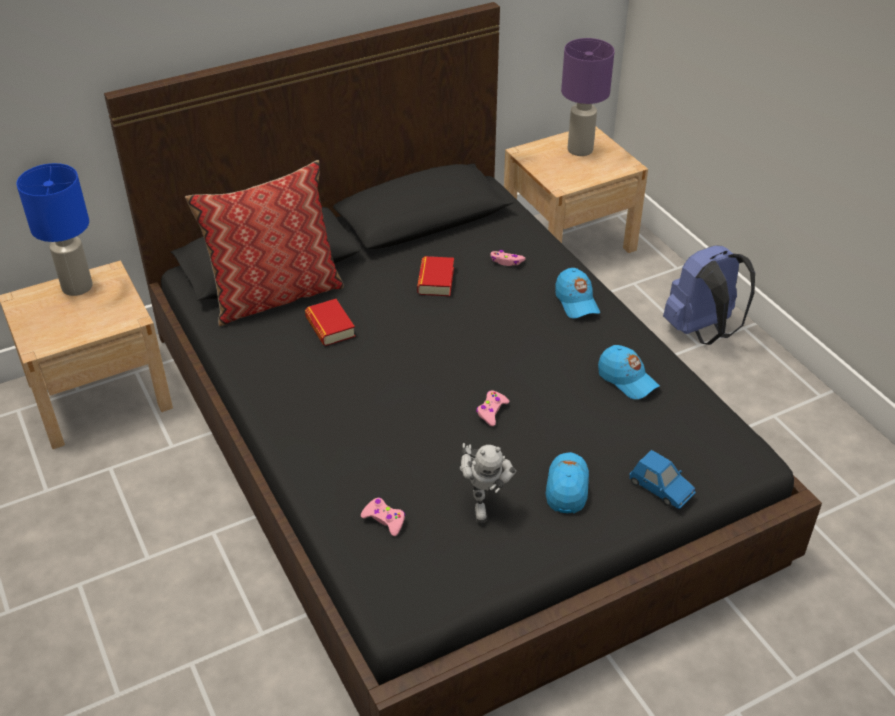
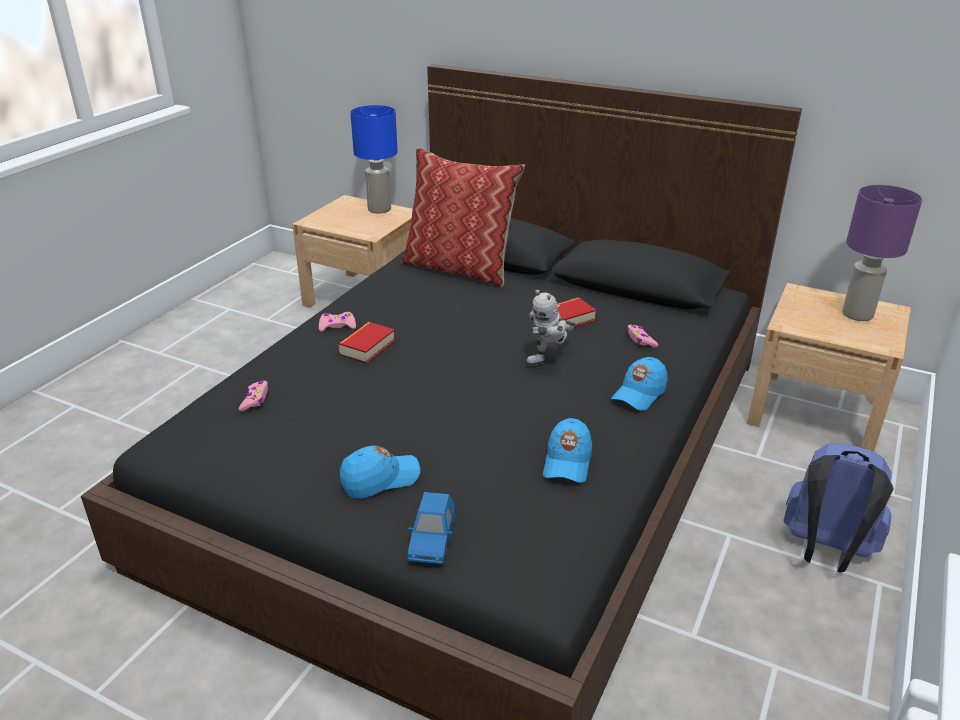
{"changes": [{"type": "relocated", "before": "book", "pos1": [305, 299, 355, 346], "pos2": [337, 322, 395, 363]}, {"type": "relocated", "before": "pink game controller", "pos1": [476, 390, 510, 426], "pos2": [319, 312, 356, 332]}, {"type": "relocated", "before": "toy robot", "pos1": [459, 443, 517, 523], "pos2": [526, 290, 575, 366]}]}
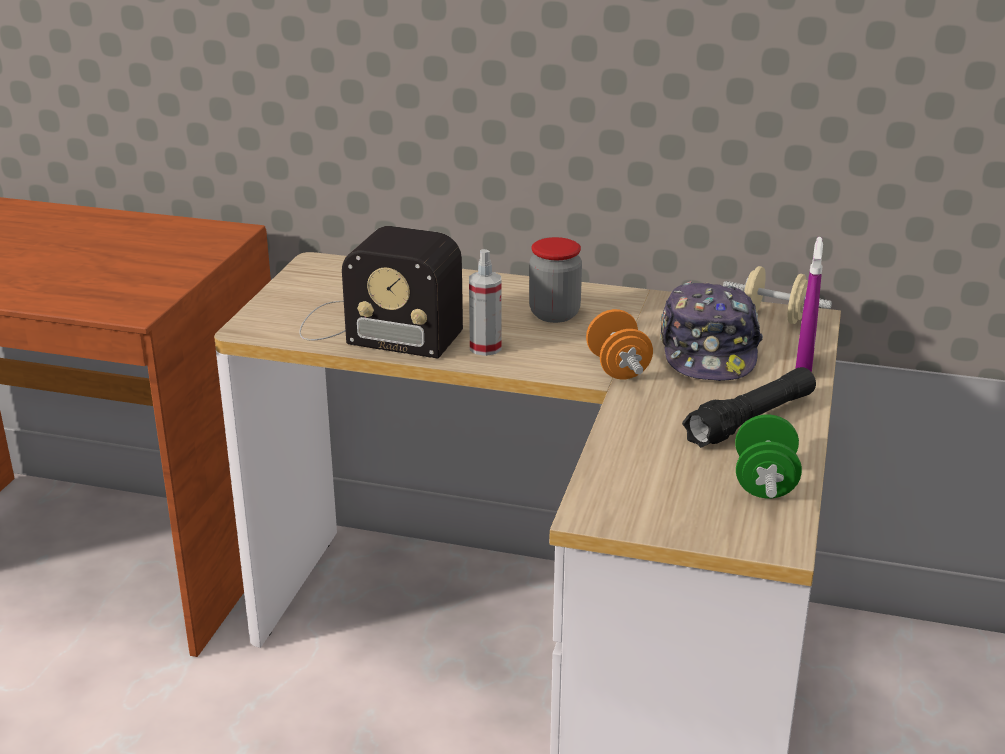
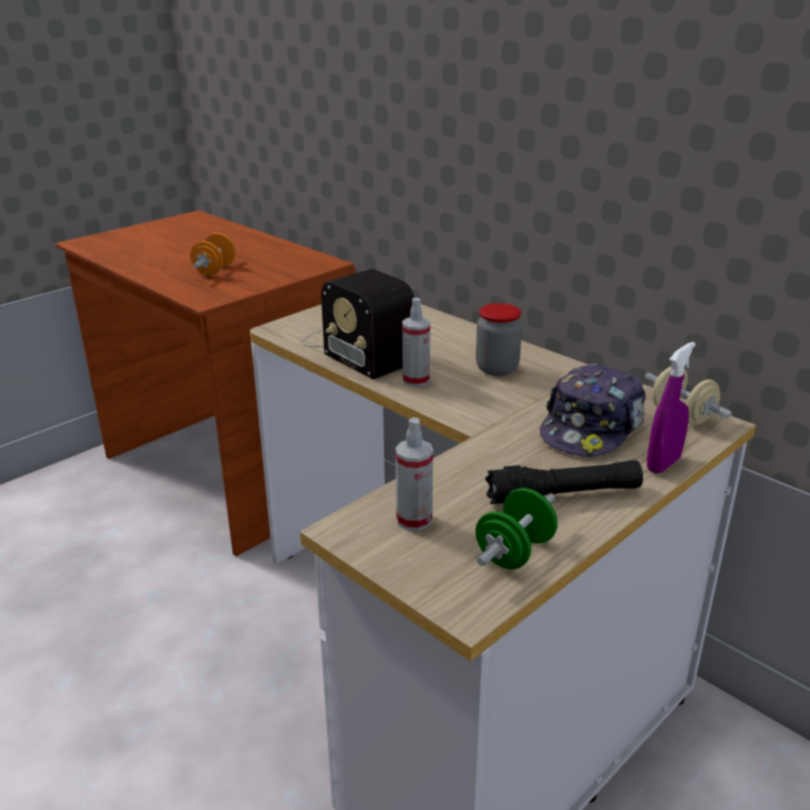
{"changes": [{"type": "relocated", "before": "orange dumbbell", "pos1": [586, 309, 653, 380], "pos2": [190, 233, 236, 276]}, {"type": "appeared", "after": "spray bottle", "pos2": [395, 417, 433, 531]}]}
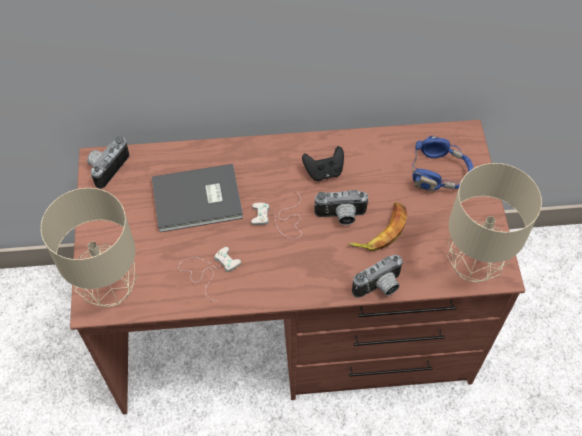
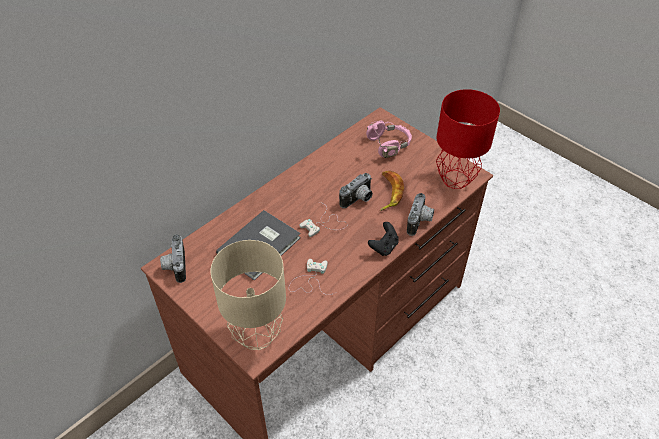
{"changes": [{"type": "colour", "before": "blue headphones", "after": "pink headphones", "pos1": [412, 136, 473, 192], "pos2": [366, 120, 412, 158]}, {"type": "relocated", "before": "black game controller", "pos1": [302, 146, 344, 181], "pos2": [368, 222, 399, 256]}, {"type": "colour", "before": "beige table lamp", "after": "red table lamp", "pos1": [447, 163, 542, 282], "pos2": [436, 89, 500, 189]}]}
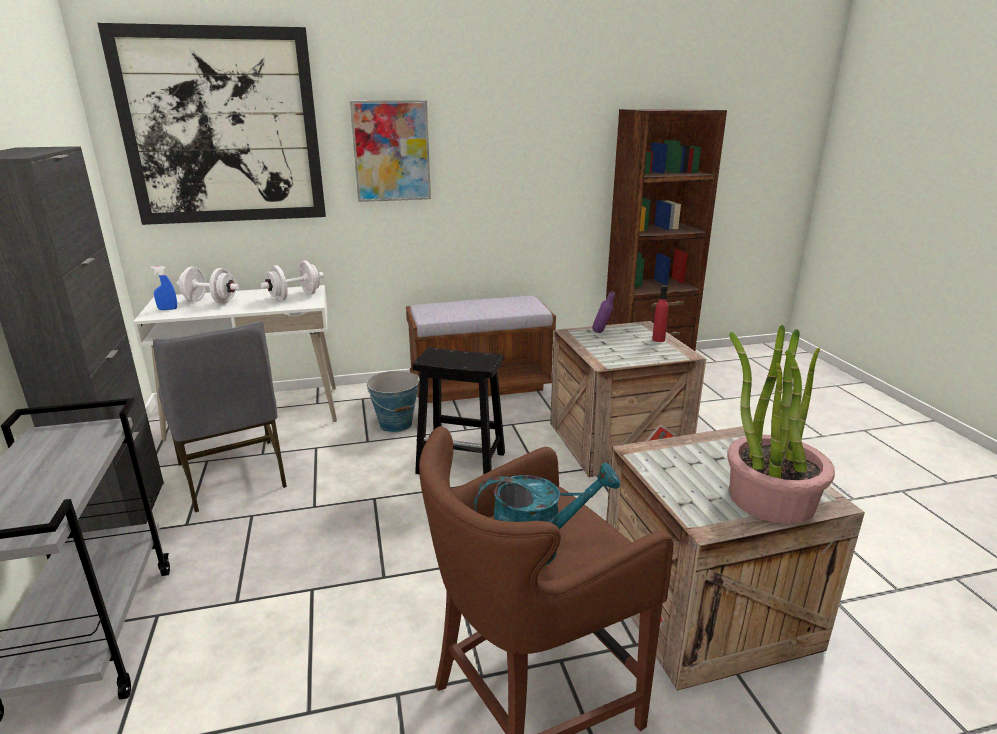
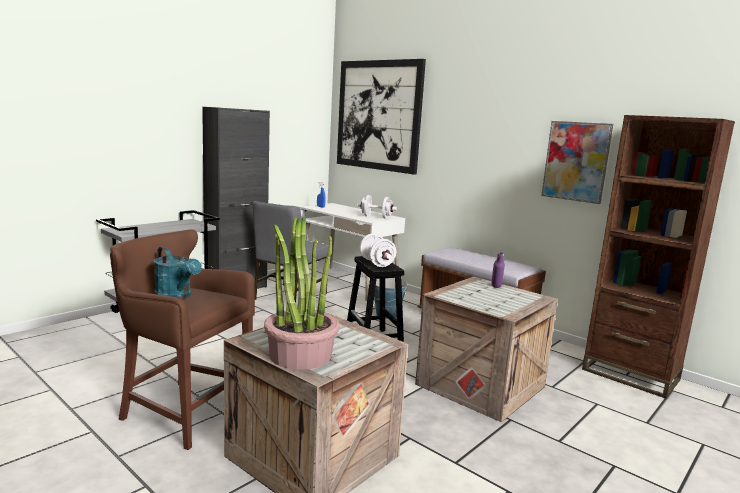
{"changes": [{"type": "relocated", "before": "picture", "pos1": [350, 100, 431, 202], "pos2": [541, 121, 613, 204]}, {"type": "relocated", "before": "white dumbbell", "pos1": [177, 267, 239, 304], "pos2": [360, 233, 396, 267]}, {"type": "missing", "before": "red bottle", "pos1": [652, 285, 668, 342]}]}
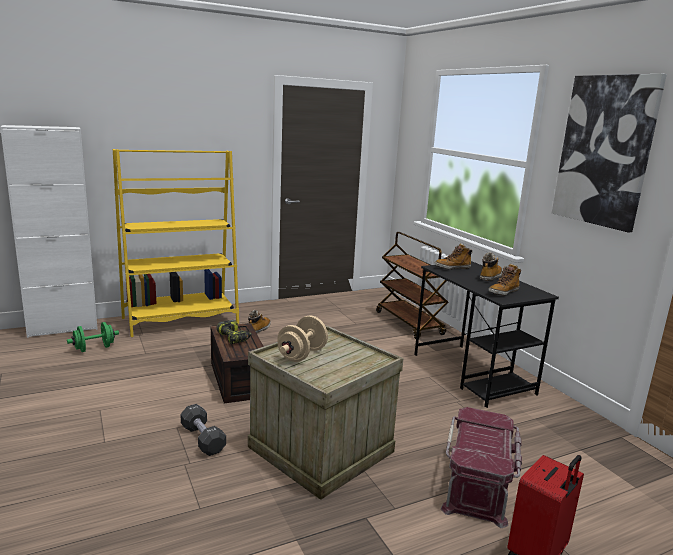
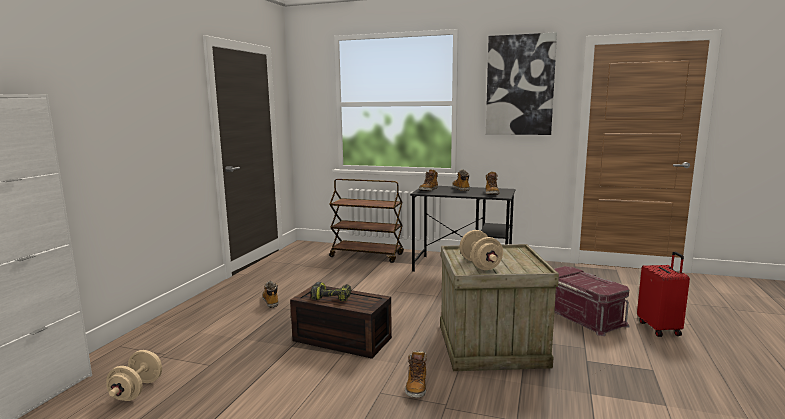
{"changes": [{"type": "missing", "before": "yellow bookcase", "pos1": [113, 149, 239, 337]}, {"type": "colour", "before": "green dumbbell", "after": "beige dumbbell", "pos1": [67, 322, 119, 352], "pos2": [106, 350, 162, 401]}, {"type": "exchanged", "before": "black dumbbell", "after": "boot", "pos1": [180, 404, 226, 456], "pos2": [405, 351, 427, 398]}]}
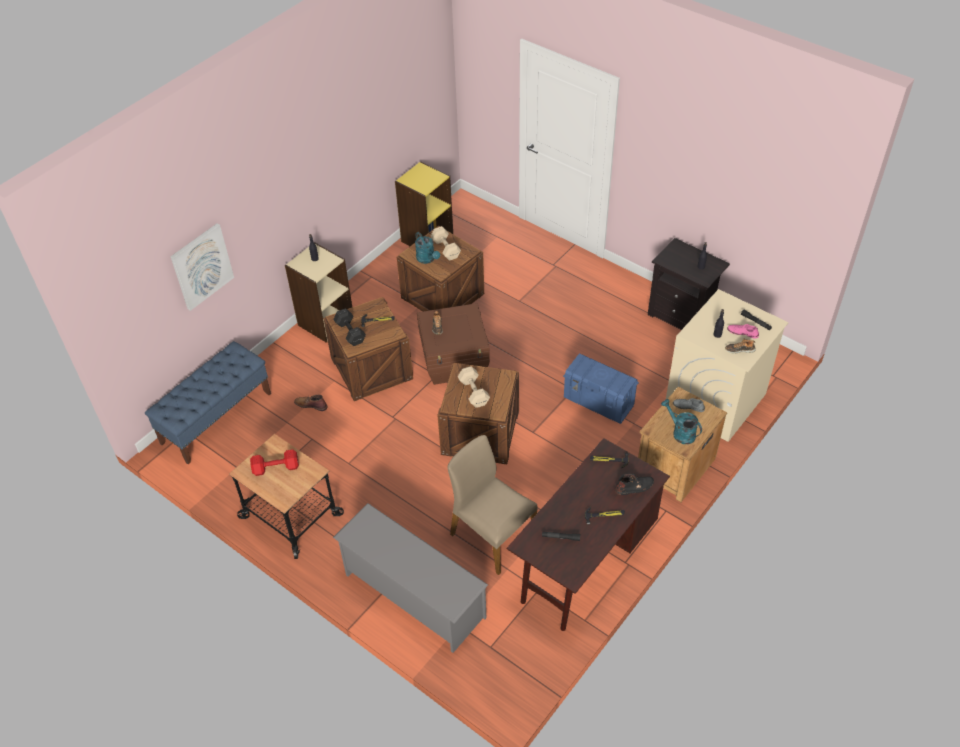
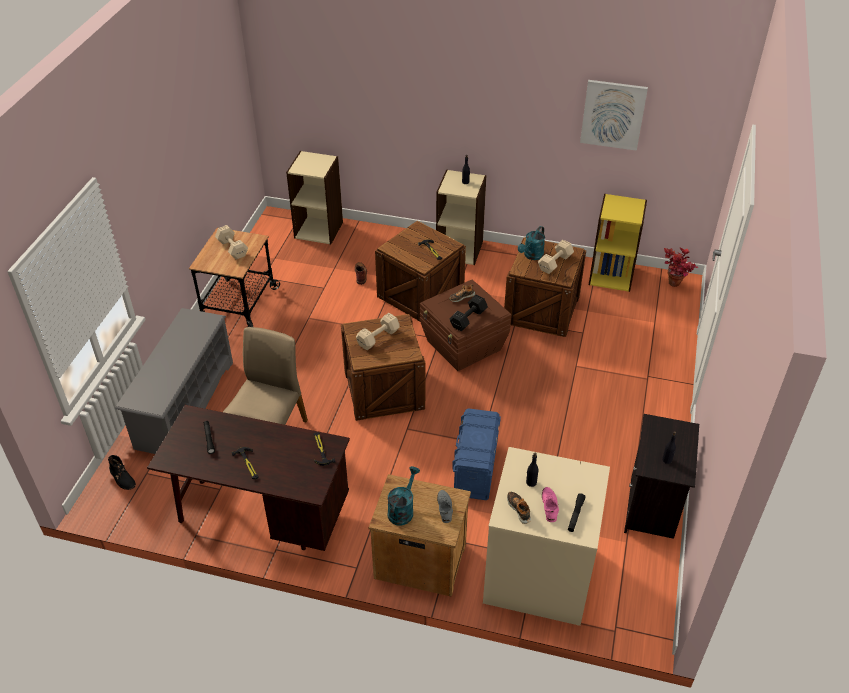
{"changes": [{"type": "relocated", "before": "picture", "pos1": [170, 223, 234, 311], "pos2": [580, 80, 648, 151]}, {"type": "relocated", "before": "black dumbbell", "pos1": [333, 308, 366, 346], "pos2": [450, 295, 488, 331]}, {"type": "exchanged", "before": "blue bench", "after": "beige bookcase", "pos1": [145, 341, 271, 465], "pos2": [286, 151, 343, 244]}, {"type": "colour", "before": "red dumbbell", "after": "beige dumbbell", "pos1": [250, 449, 299, 476], "pos2": [215, 225, 248, 260]}, {"type": "relocated", "before": "black boot", "pos1": [615, 474, 654, 495], "pos2": [108, 455, 136, 490]}, {"type": "appeared", "after": "potted plant", "pos2": [664, 248, 698, 287]}]}
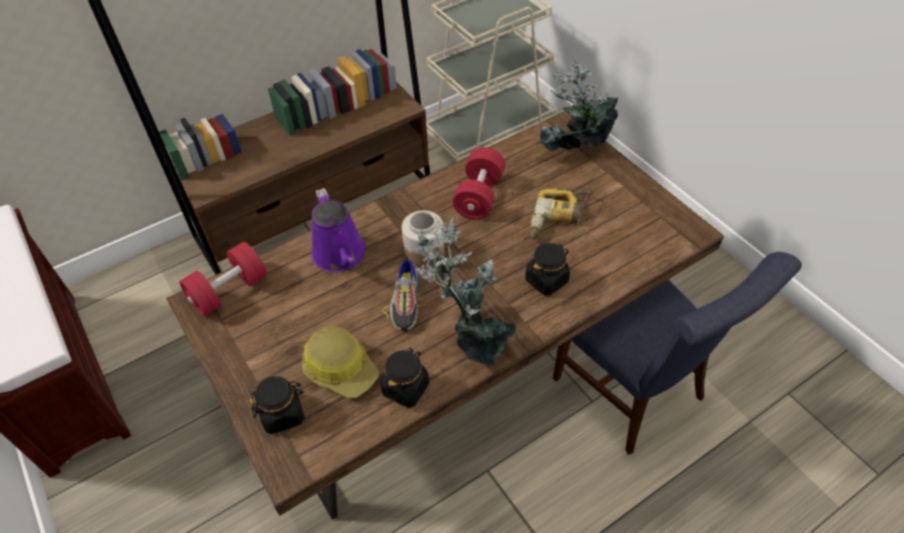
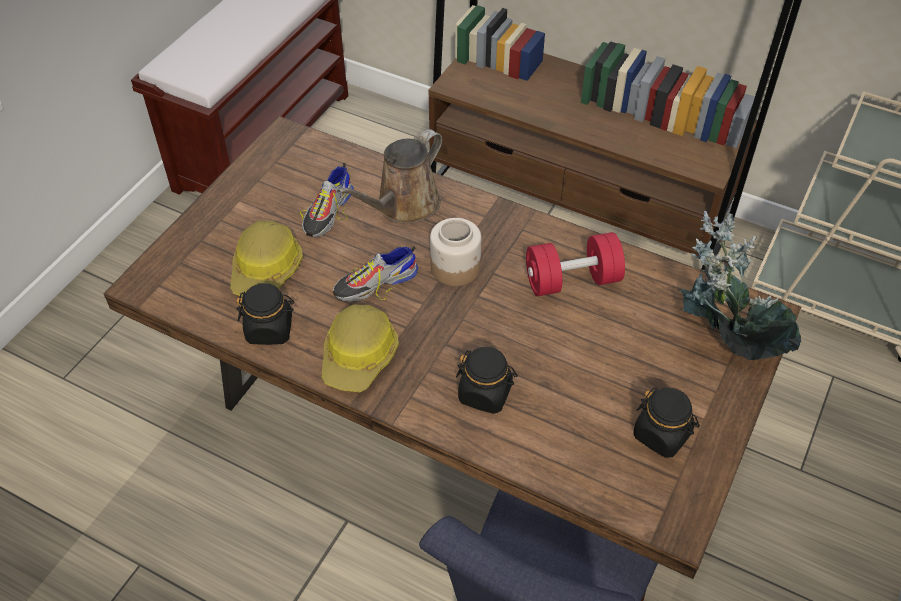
{"changes": [{"type": "colour", "before": "purple watering can", "after": "brown watering can", "pos1": [311, 188, 366, 272], "pos2": [337, 129, 442, 224]}, {"type": "missing", "before": "power drill", "pos1": [529, 189, 590, 239]}, {"type": "exchanged", "before": "potted plant", "after": "hard hat", "pos1": [415, 217, 516, 366], "pos2": [321, 304, 399, 392]}, {"type": "missing", "before": "red dumbbell", "pos1": [179, 242, 267, 317]}, {"type": "relocated", "before": "black jar", "pos1": [249, 376, 305, 434], "pos2": [633, 387, 700, 458]}, {"type": "appeared", "after": "shoe", "pos2": [300, 163, 354, 237]}]}
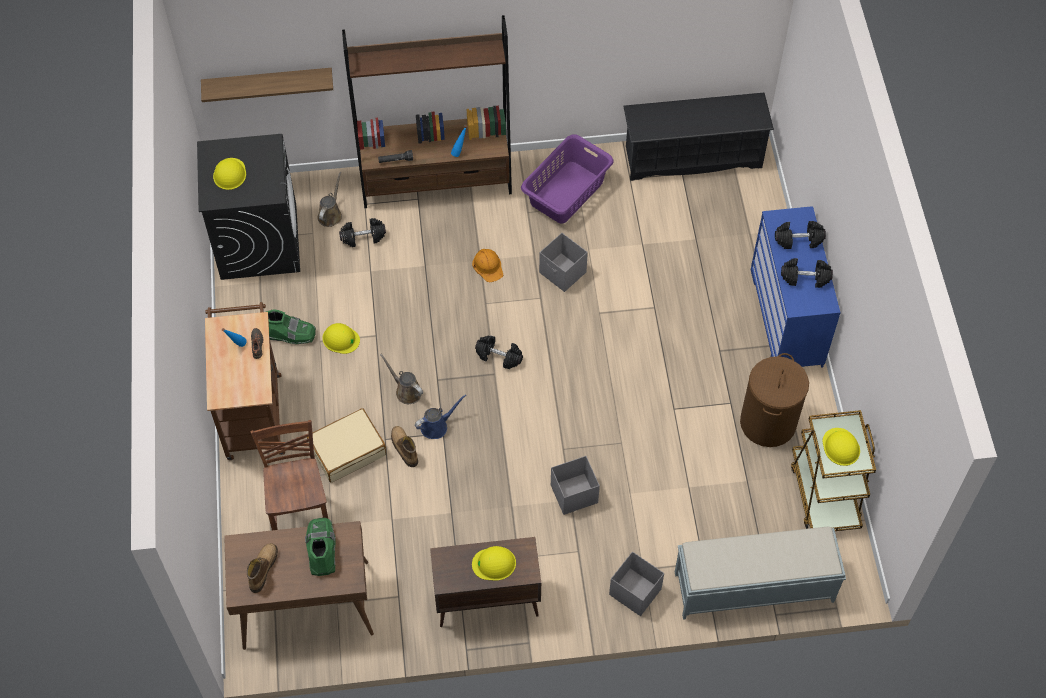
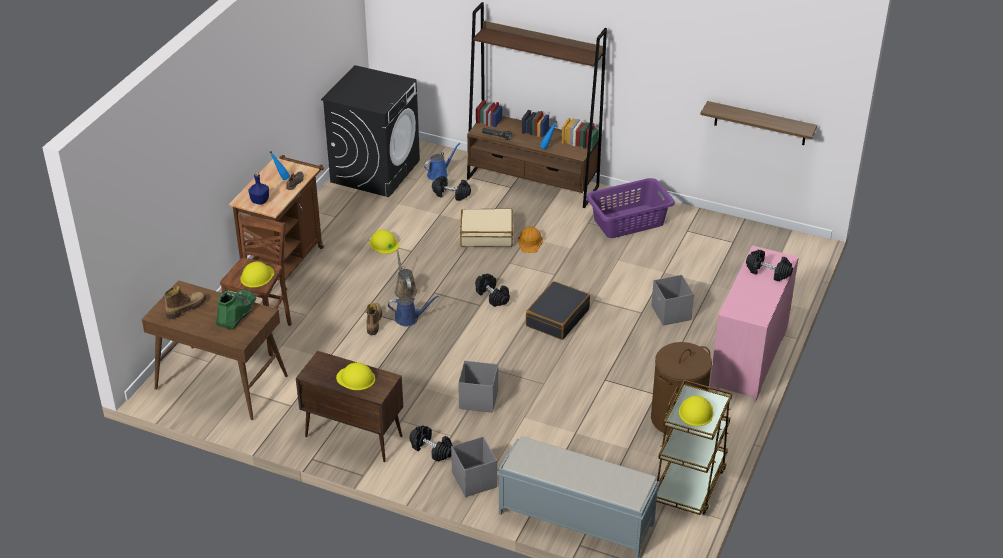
{"changes": [{"type": "relocated", "before": "shelf", "pos1": [201, 68, 333, 102], "pos2": [700, 101, 817, 145]}, {"type": "missing", "before": "black shoe rack", "pos1": [624, 92, 774, 181]}, {"type": "relocated", "before": "yellow hard hat", "pos1": [213, 158, 246, 190], "pos2": [240, 262, 274, 288]}, {"type": "colour", "before": "brown watering can", "after": "blue watering can", "pos1": [317, 172, 342, 227], "pos2": [424, 143, 460, 181]}, {"type": "colour", "before": "blue dresser", "after": "pink dresser", "pos1": [751, 206, 841, 368], "pos2": [710, 245, 799, 402]}, {"type": "relocated", "before": "grey storage box", "pos1": [539, 233, 588, 292], "pos2": [651, 275, 694, 326]}, {"type": "relocated", "before": "black dumbbell", "pos1": [781, 258, 833, 288], "pos2": [410, 425, 453, 462]}, {"type": "missing", "before": "green boot", "pos1": [266, 309, 316, 344]}, {"type": "relocated", "before": "beige suitcase", "pos1": [307, 408, 386, 483], "pos2": [460, 209, 513, 247]}, {"type": "appeared", "after": "blue bottle", "pos2": [248, 172, 269, 205]}, {"type": "appeared", "after": "black suitcase", "pos2": [526, 281, 590, 340]}]}
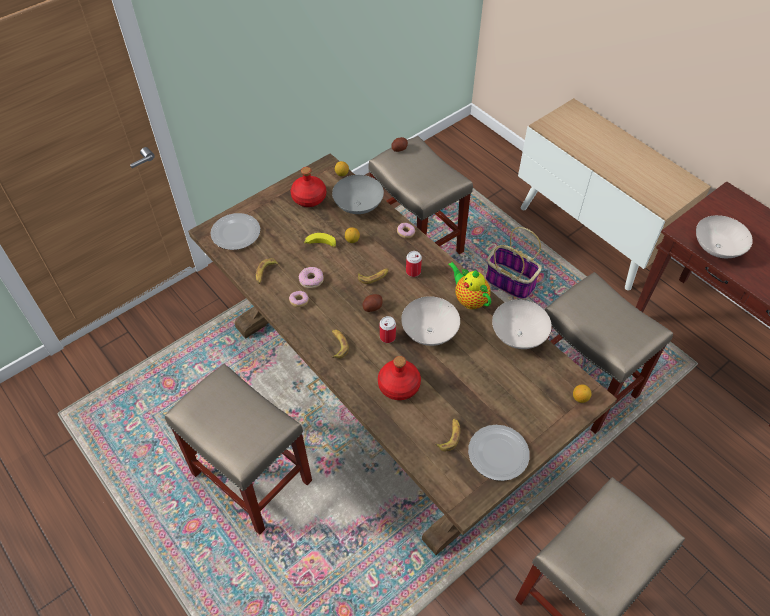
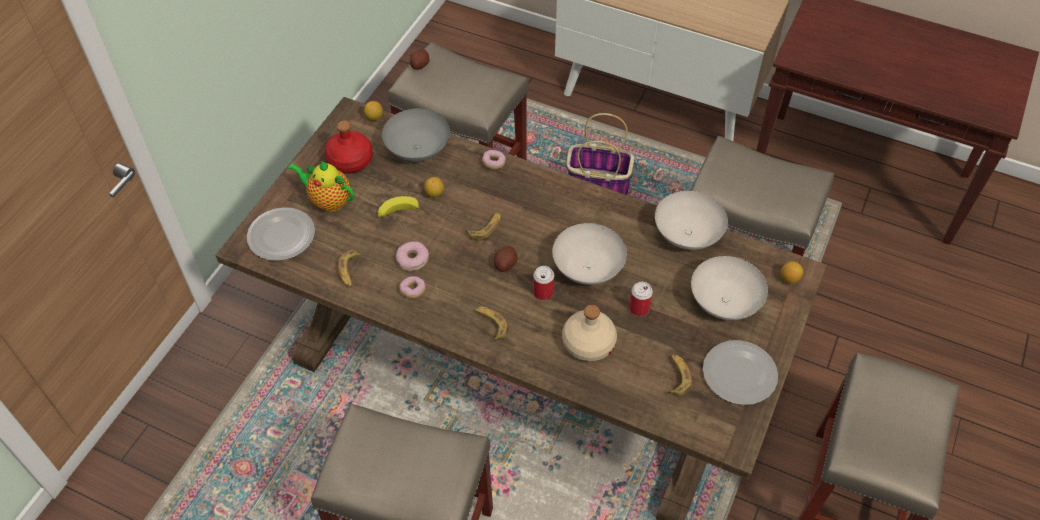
{"changes": [{"type": "relocated", "before": "white bowl", "pos1": [696, 215, 753, 258], "pos2": [691, 256, 768, 320]}, {"type": "relocated", "before": "can", "pos1": [406, 251, 422, 277], "pos2": [629, 282, 653, 316]}, {"type": "relocated", "before": "teapot", "pos1": [448, 262, 491, 309], "pos2": [287, 161, 354, 212]}, {"type": "colour", "before": "red bottle", "after": "beige bottle", "pos1": [378, 356, 421, 400], "pos2": [562, 305, 617, 361]}]}
